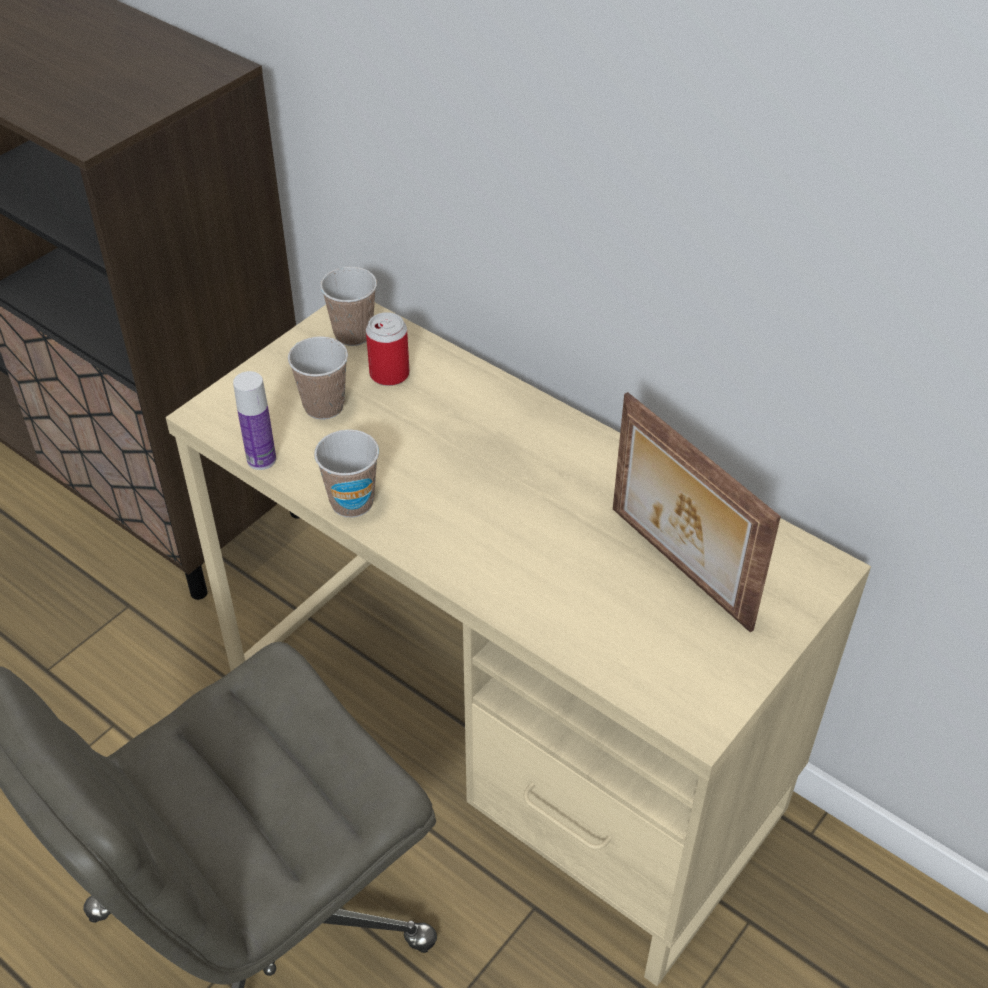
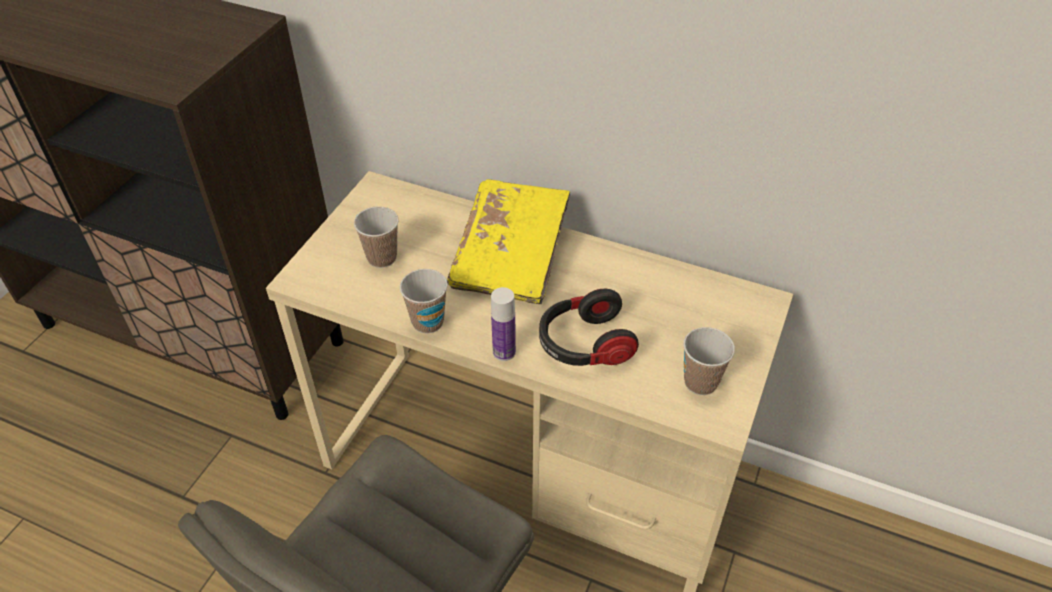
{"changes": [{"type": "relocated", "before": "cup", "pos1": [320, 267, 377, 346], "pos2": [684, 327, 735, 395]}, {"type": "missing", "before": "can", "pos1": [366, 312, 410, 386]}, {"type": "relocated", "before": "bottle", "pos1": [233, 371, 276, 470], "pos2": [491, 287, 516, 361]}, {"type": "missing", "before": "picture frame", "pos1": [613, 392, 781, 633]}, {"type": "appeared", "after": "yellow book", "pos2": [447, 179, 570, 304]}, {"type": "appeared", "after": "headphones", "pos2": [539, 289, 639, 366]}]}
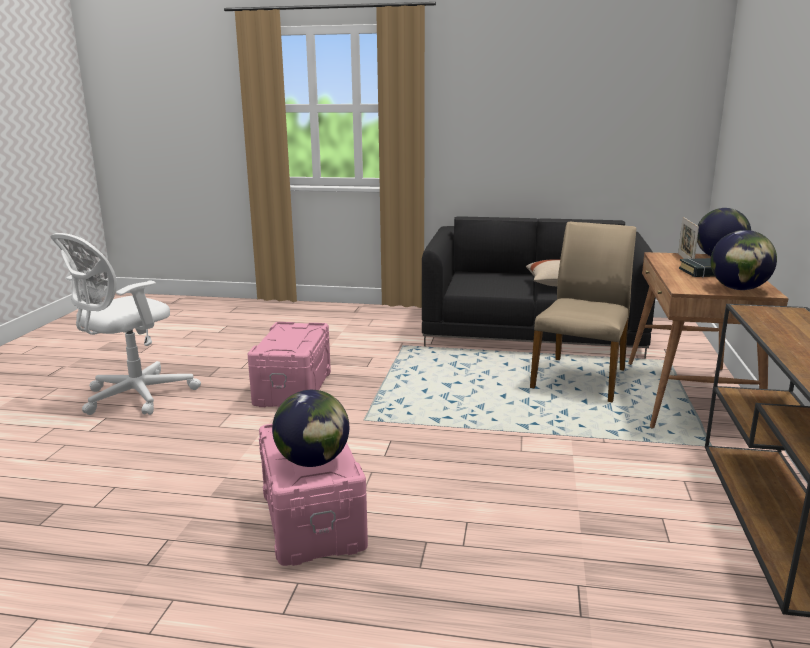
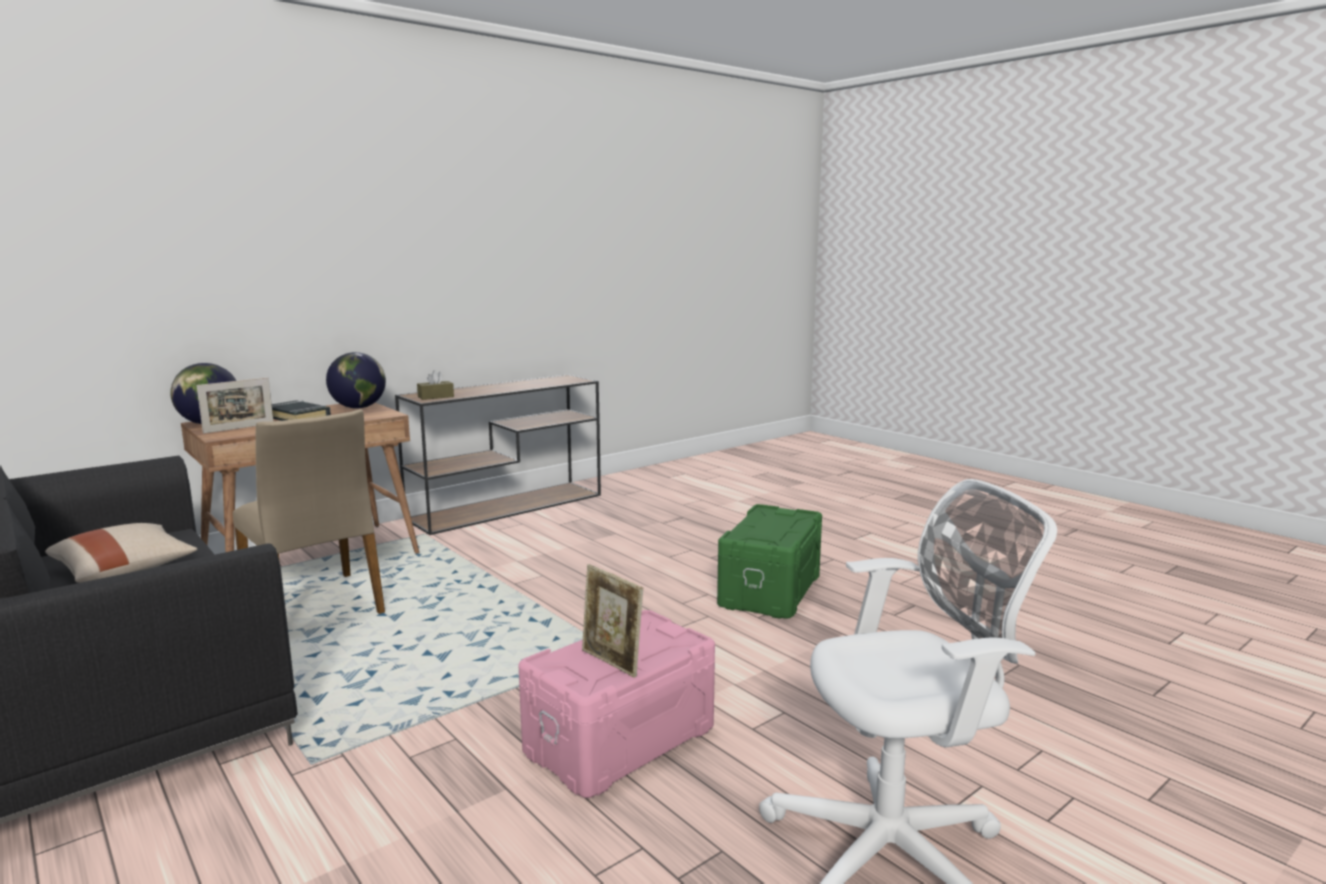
{"changes": [{"type": "spun", "before": "beige chair", "pos1": [530, 222, 636, 403], "pos2": [233, 409, 385, 614], "turn": -105}, {"type": "missing", "before": "globe", "pos1": [272, 390, 349, 467]}, {"type": "colour", "before": "pink storage box", "after": "green storage box", "pos1": [259, 424, 368, 566], "pos2": [717, 504, 822, 619]}, {"type": "appeared", "after": "brown tissue box", "pos2": [417, 370, 454, 400]}, {"type": "appeared", "after": "picture frame", "pos2": [582, 564, 643, 678]}]}
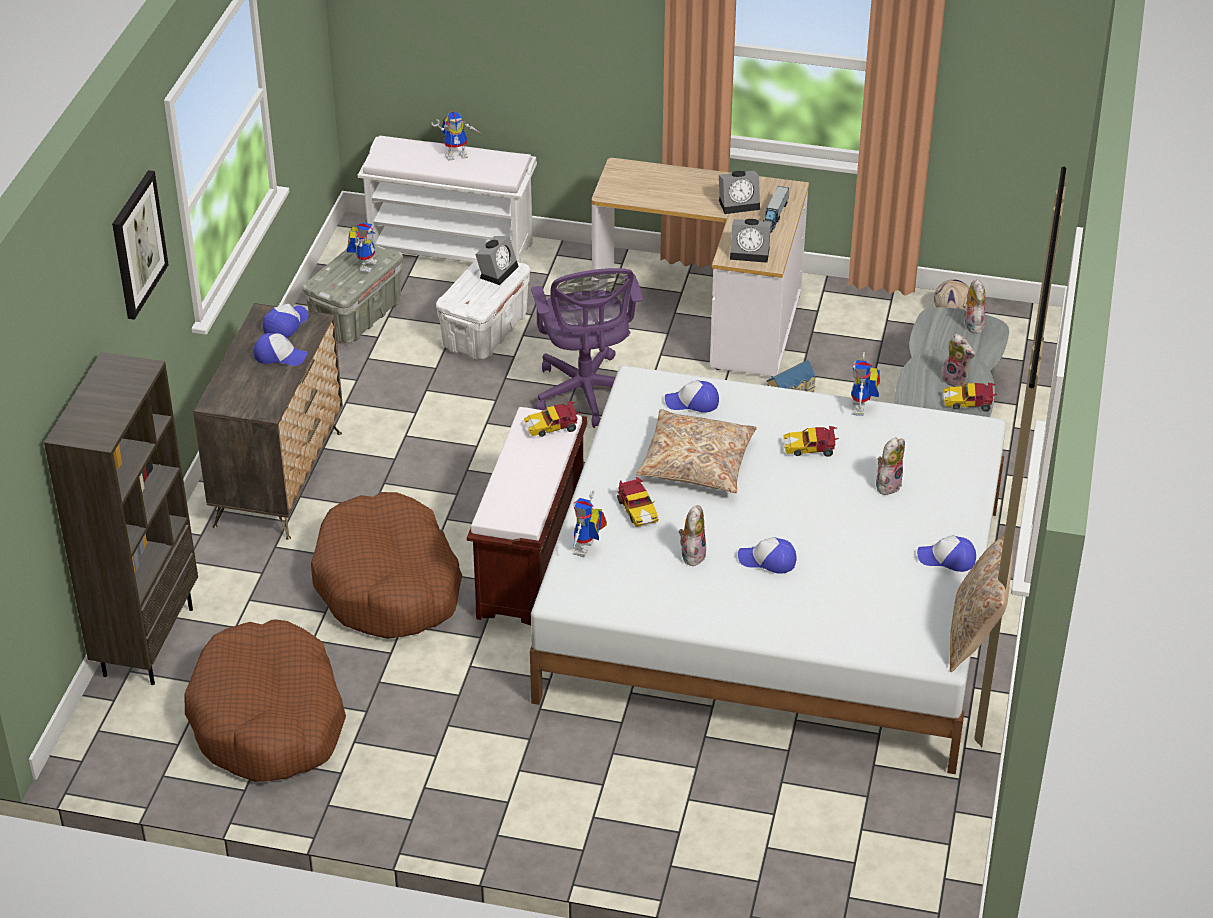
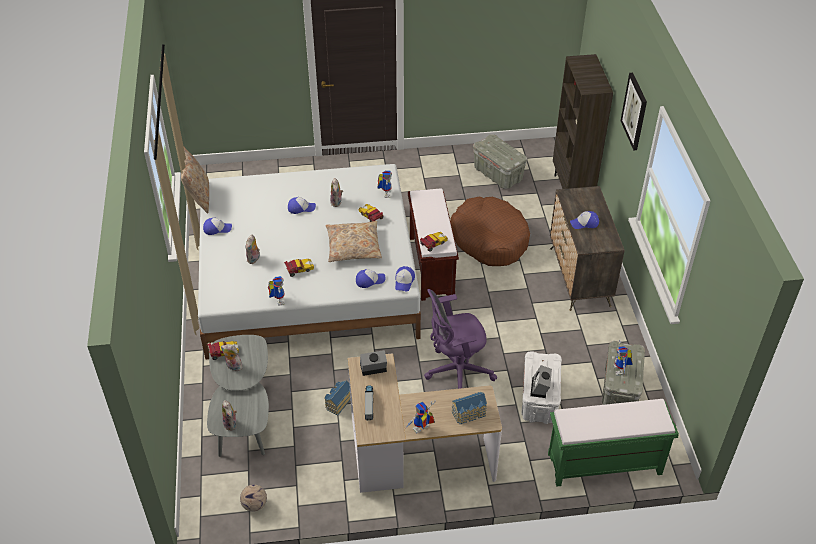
{"changes": [{"type": "relocated", "before": "toy robot", "pos1": [431, 111, 481, 161], "pos2": [406, 400, 436, 433]}, {"type": "colour", "before": "white bench", "after": "green bench", "pos1": [358, 136, 537, 263], "pos2": [548, 399, 679, 487]}, {"type": "missing", "before": "alarm clock", "pos1": [719, 171, 760, 214]}, {"type": "spun", "before": "purple office chair", "pos1": [531, 268, 643, 428], "pos2": [424, 289, 497, 389], "turn": -75}, {"type": "relocated", "before": "cap", "pos1": [263, 304, 309, 338], "pos2": [395, 266, 415, 292]}, {"type": "exchanged", "before": "brown dog bed", "after": "grey storage box", "pos1": [184, 619, 346, 782], "pos2": [473, 134, 527, 189]}, {"type": "appeared", "after": "toy house", "pos2": [452, 392, 487, 424]}]}
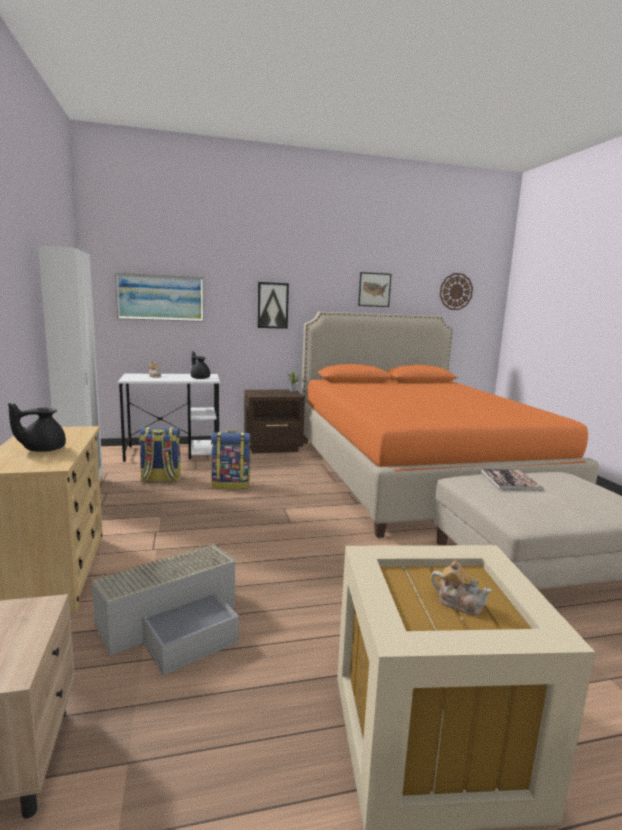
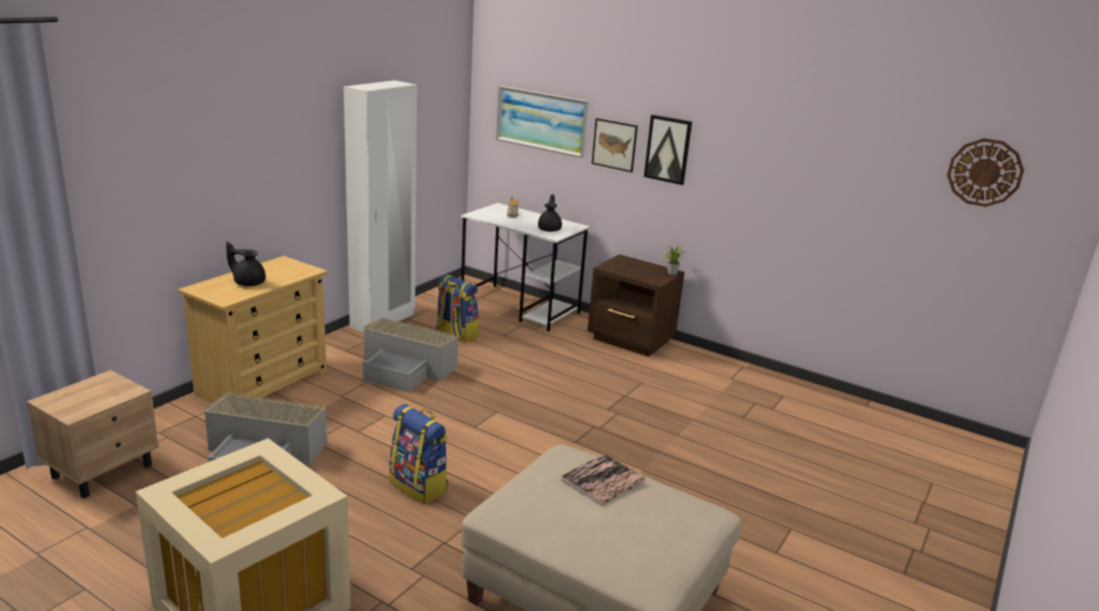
{"changes": [{"type": "relocated", "before": "picture", "pos1": [358, 272, 392, 307], "pos2": [592, 118, 638, 172]}, {"type": "missing", "before": "orange bed", "pos1": [301, 312, 599, 538]}, {"type": "relocated", "before": "backpack", "pos1": [211, 431, 251, 489], "pos2": [389, 404, 448, 504]}, {"type": "missing", "before": "teapot", "pos1": [431, 561, 492, 615]}, {"type": "appeared", "after": "grey storage box", "pos2": [363, 317, 459, 392]}]}
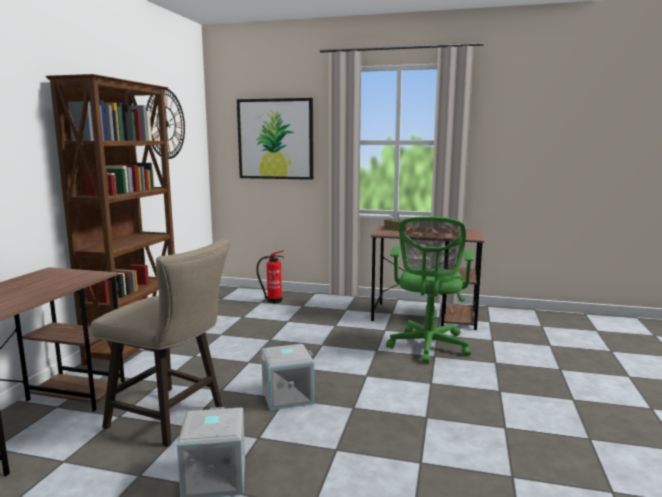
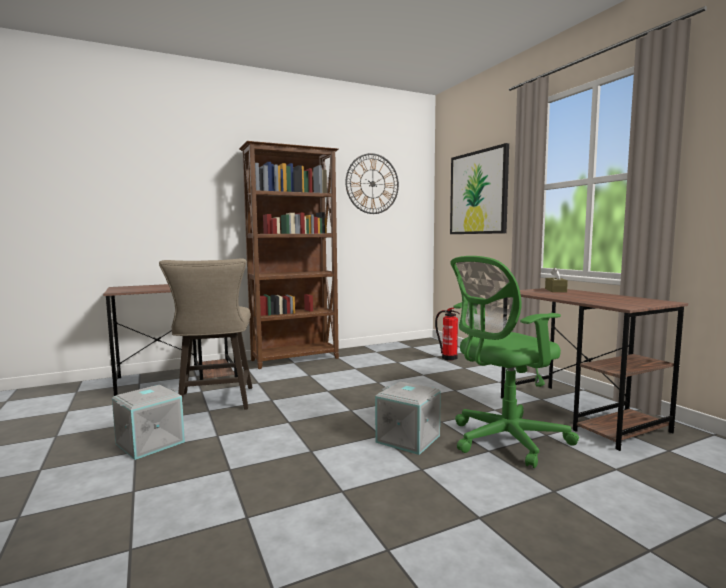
{"changes": [{"type": "relocated", "before": "grey storage box", "pos1": [261, 344, 315, 411], "pos2": [375, 382, 441, 455]}]}
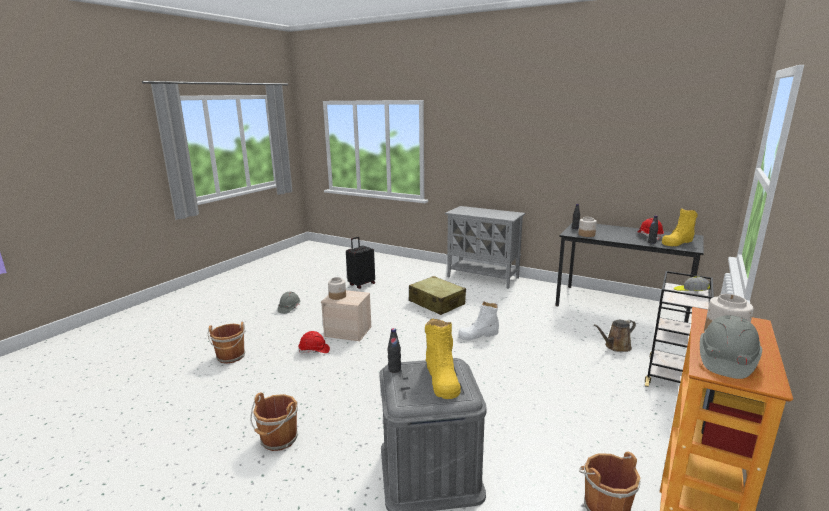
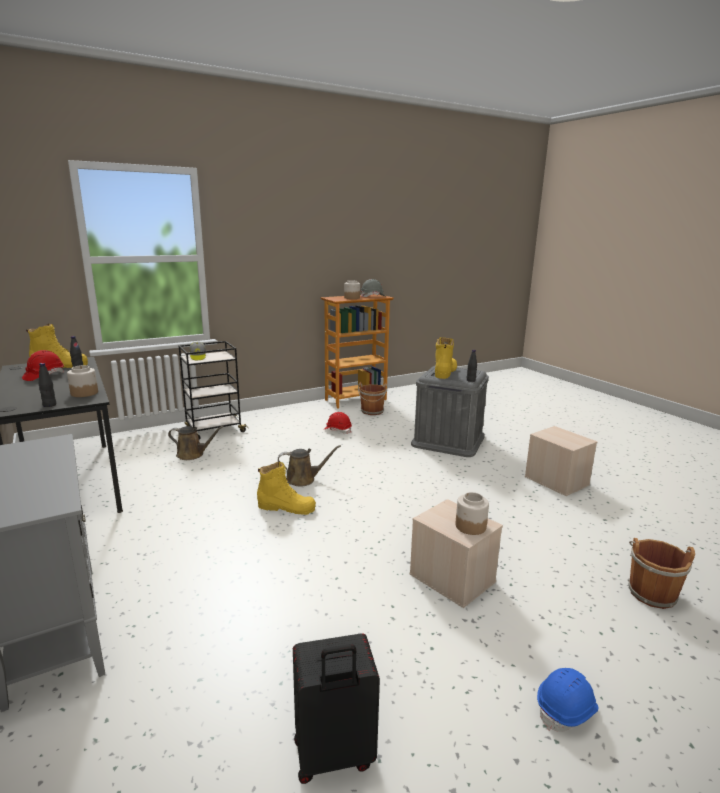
{"changes": [{"type": "missing", "before": "beige suitcase", "pos1": [409, 276, 466, 315]}, {"type": "colour", "before": "grey hard hat", "after": "blue hard hat", "pos1": [277, 291, 301, 314], "pos2": [537, 668, 598, 732]}, {"type": "colour", "before": "white boot", "after": "yellow boot", "pos1": [458, 301, 499, 340], "pos2": [257, 462, 316, 515]}, {"type": "relocated", "before": "red hard hat", "pos1": [299, 331, 330, 353], "pos2": [324, 412, 352, 434]}, {"type": "exchanged", "before": "brown bucket", "after": "beige storage box", "pos1": [250, 393, 298, 451], "pos2": [525, 426, 598, 496]}, {"type": "appeared", "after": "brown watering can", "pos2": [278, 445, 341, 487]}]}
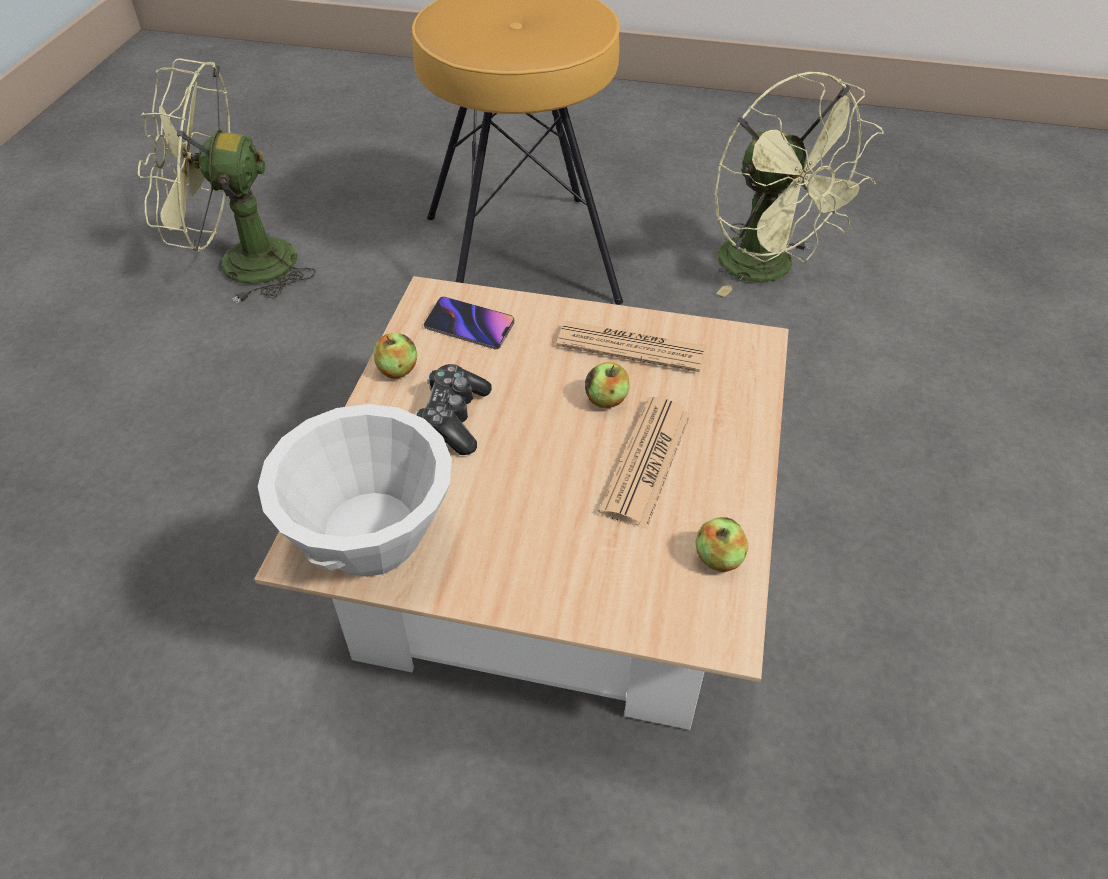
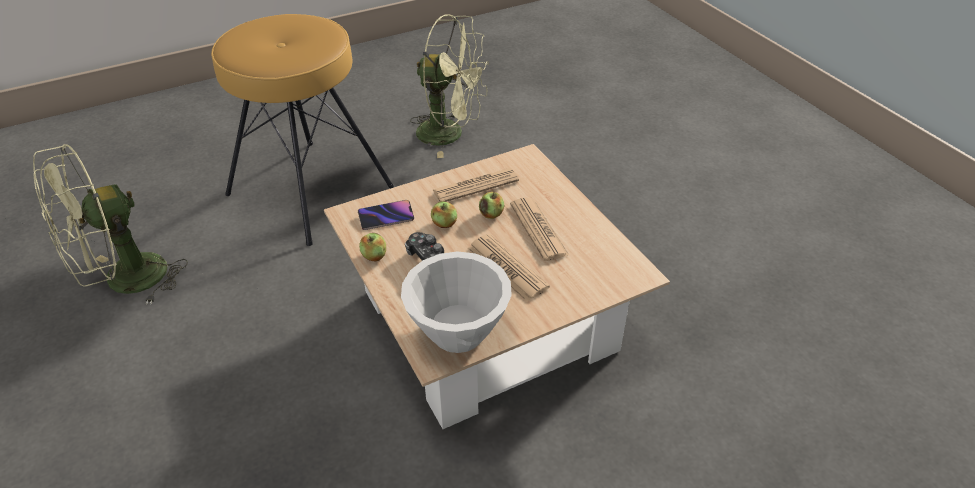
{"changes": [{"type": "relocated", "before": "apple", "pos1": [696, 518, 748, 572], "pos2": [431, 201, 457, 228]}, {"type": "appeared", "after": "newspaper", "pos2": [468, 234, 550, 301]}]}
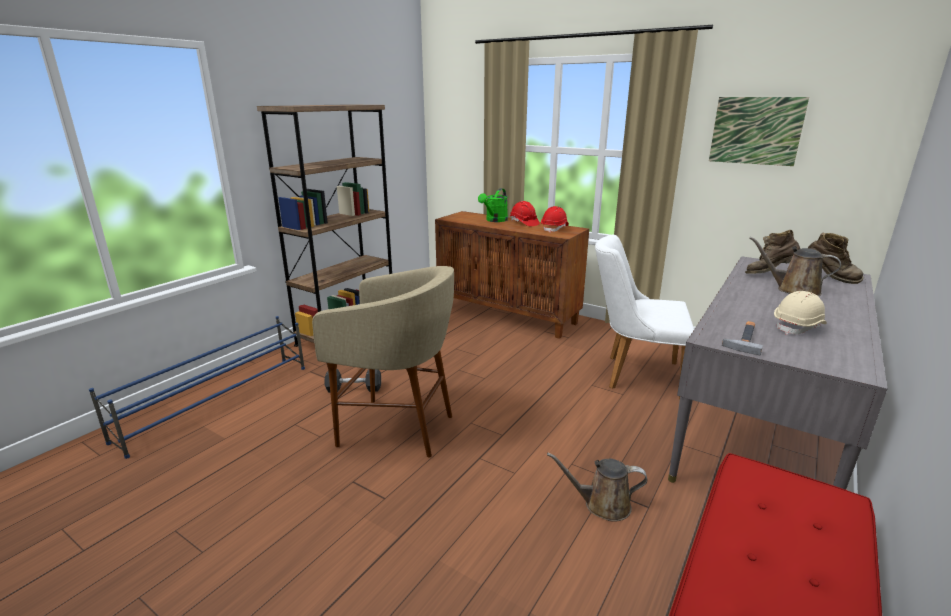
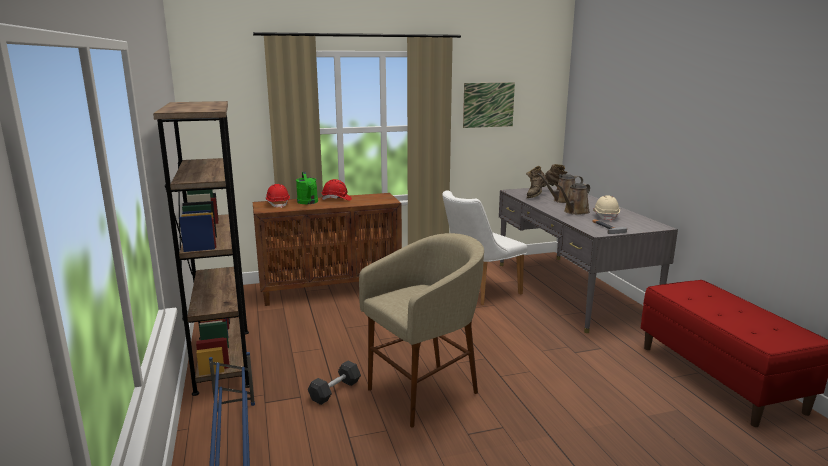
{"changes": [{"type": "relocated", "before": "red hard hat", "pos1": [541, 206, 569, 233], "pos2": [266, 184, 290, 208]}, {"type": "relocated", "before": "brown watering can", "pos1": [547, 453, 647, 522], "pos2": [558, 183, 590, 215]}]}
